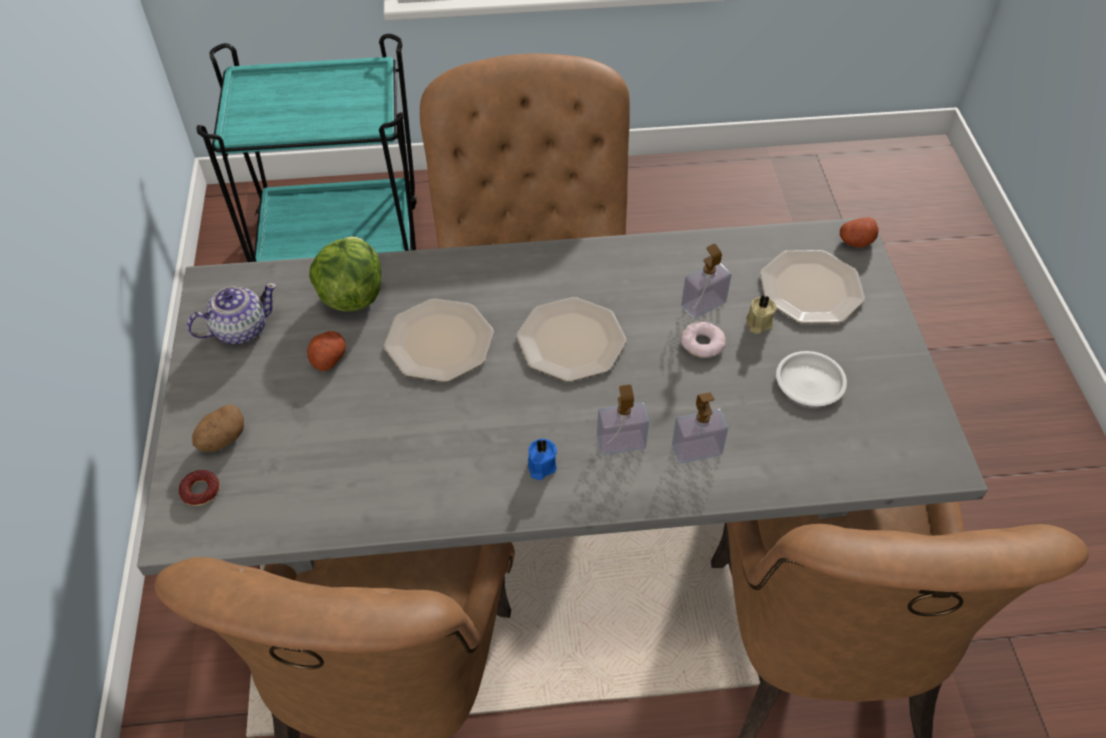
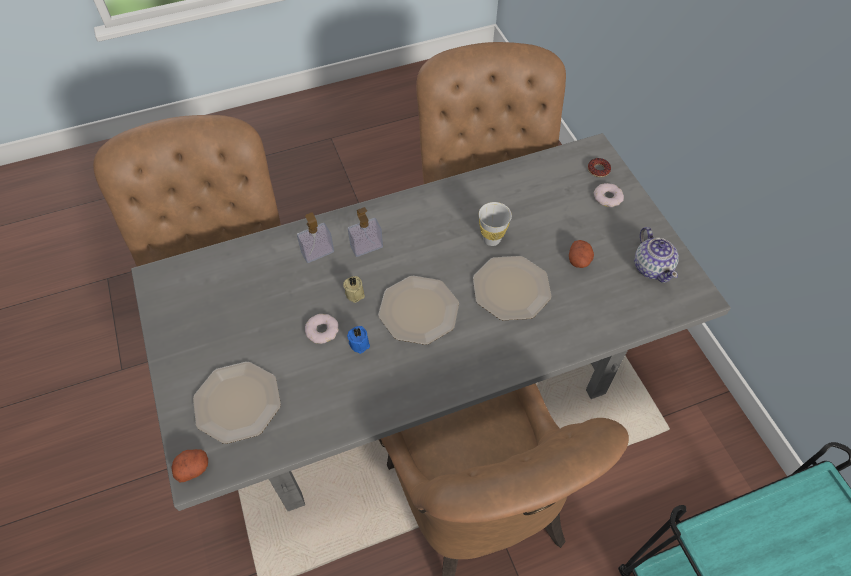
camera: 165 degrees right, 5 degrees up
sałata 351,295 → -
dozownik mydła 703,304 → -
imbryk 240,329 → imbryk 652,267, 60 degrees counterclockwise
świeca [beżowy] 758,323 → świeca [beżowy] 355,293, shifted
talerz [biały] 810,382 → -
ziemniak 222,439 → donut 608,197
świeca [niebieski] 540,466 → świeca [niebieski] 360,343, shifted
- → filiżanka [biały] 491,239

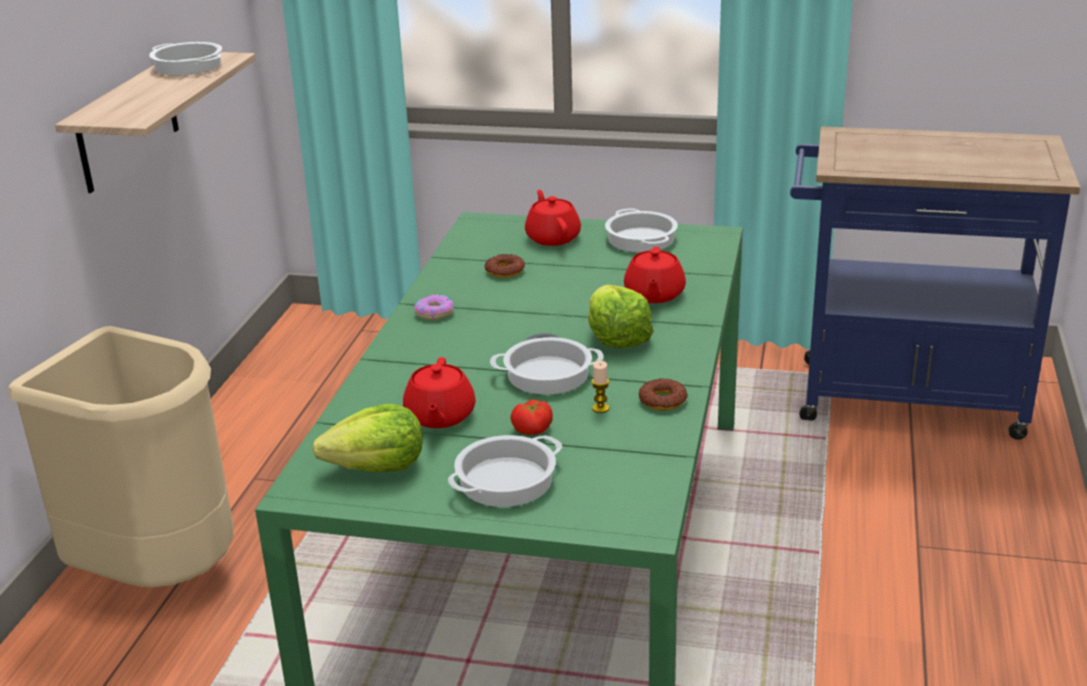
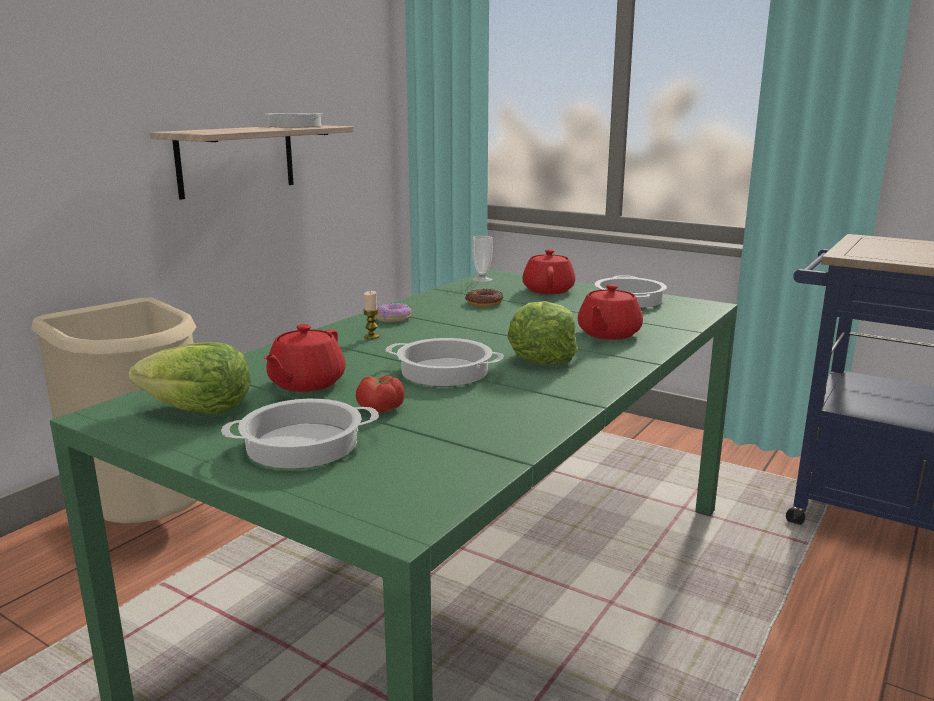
camera: 20 degrees right, 10 degrees down
świeca 600,408 → świeca 371,336, shifted
donut 662,400 → -
- → filiżanka 482,279

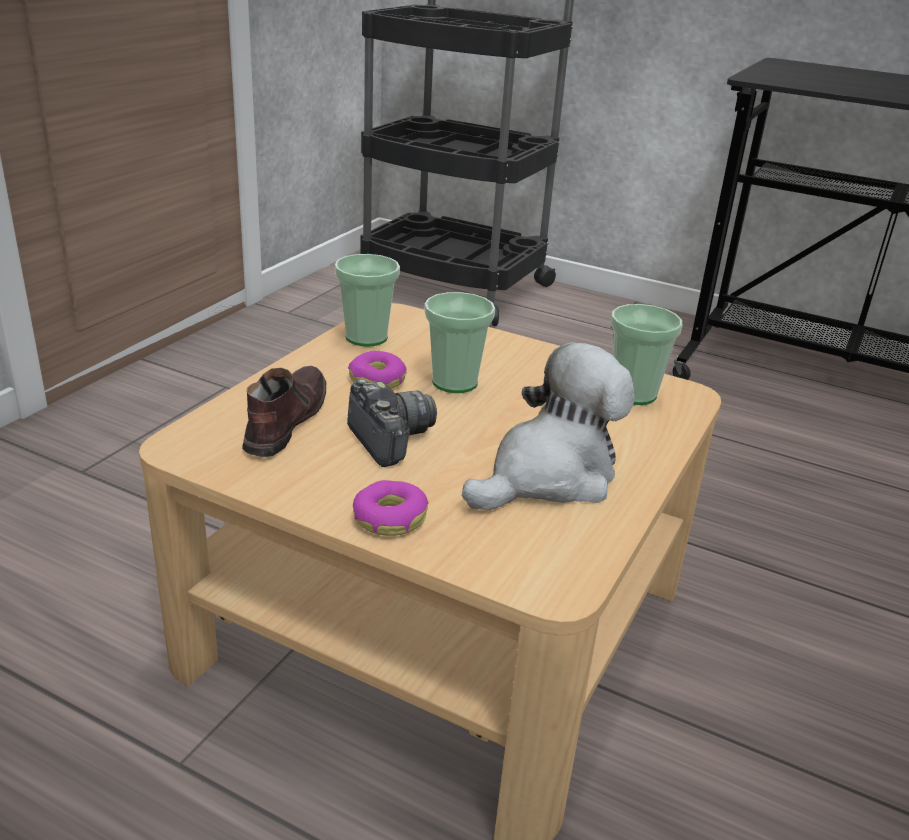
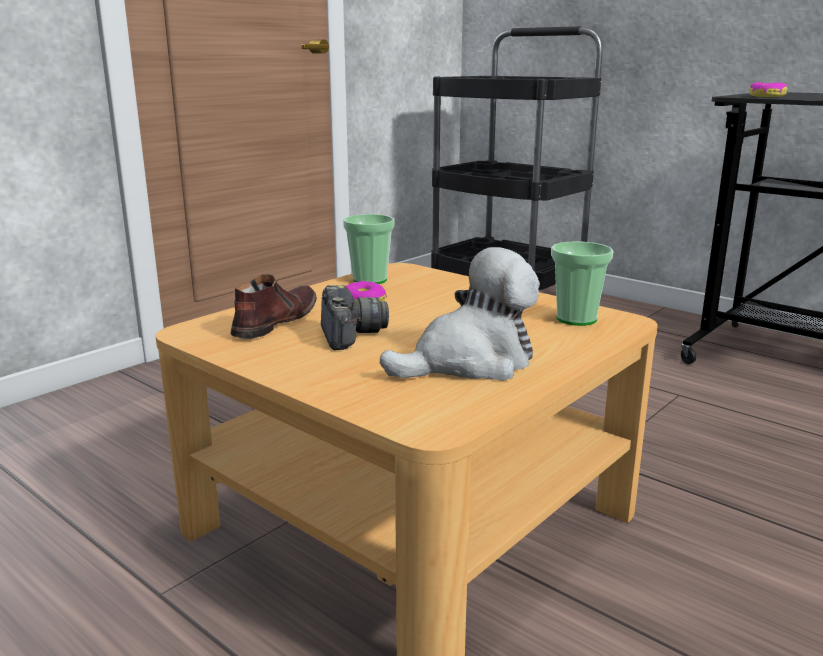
camera: 15 degrees right, 10 degrees down
filiżanka 454,382 → -
donut 389,518 → donut 766,96, shifted

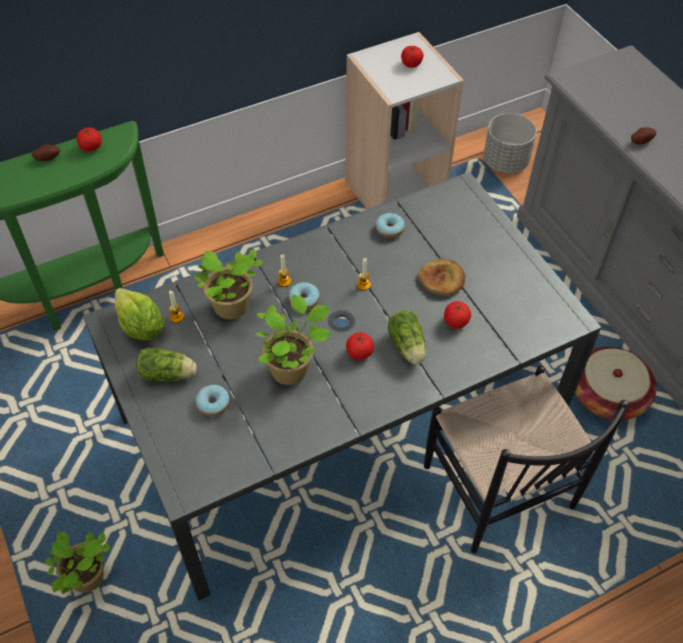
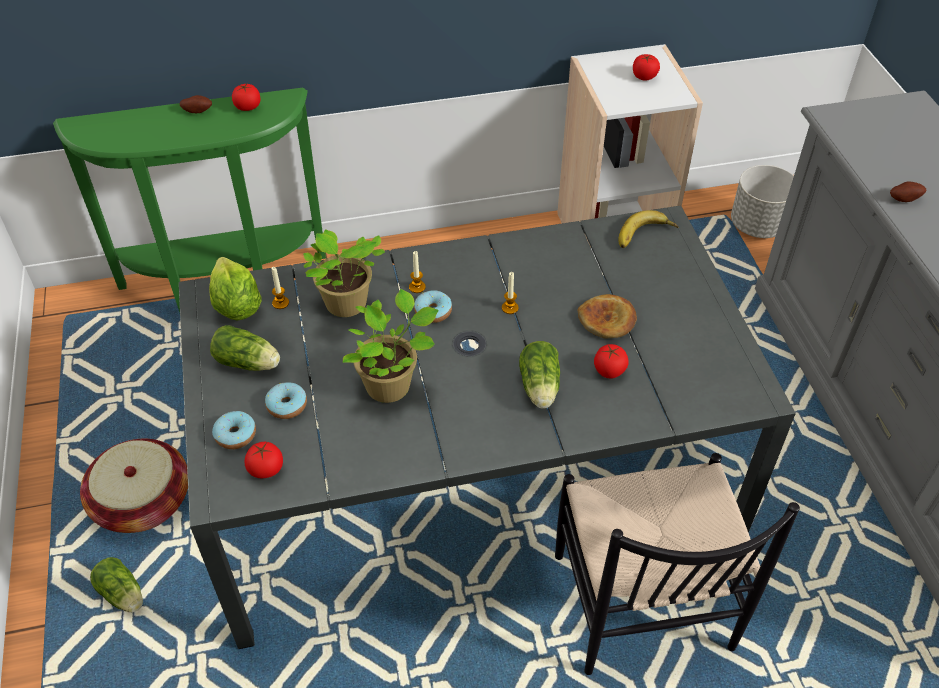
camera: 15 degrees right, 5 degrees down
donut 389,229 → donut 235,435, shifted
pomidor 359,352 → pomidor 266,469, shifted
koszyk 607,396 → koszyk 143,502, shifted
roślina doniczkowa 87,580 → sałata 123,595
- → banan 645,236

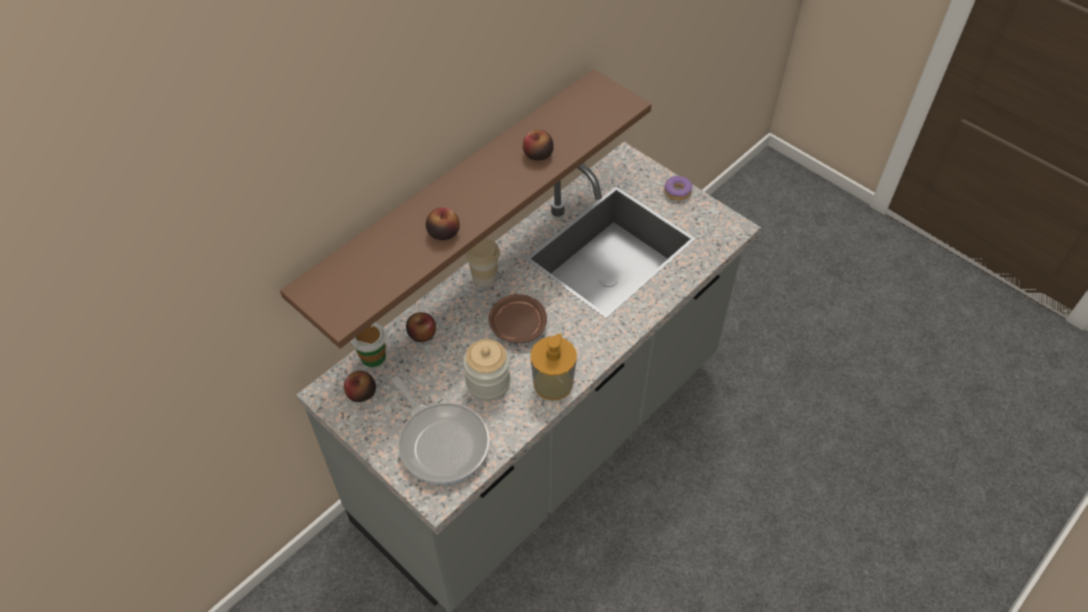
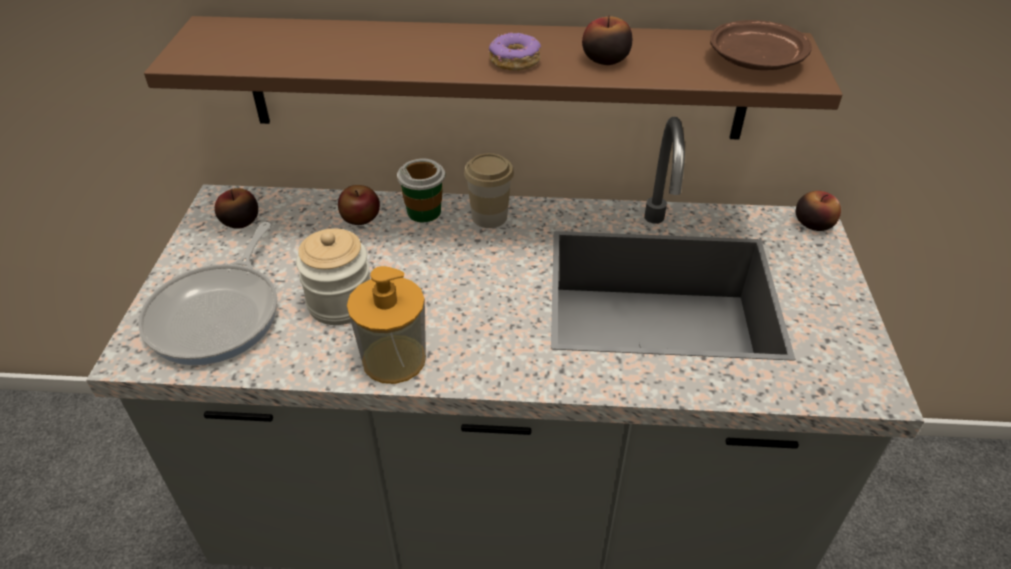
camera: 50 degrees right, 10 degrees down
donut 677,192 → donut 514,61, shifted
jabłko 443,232 → jabłko 813,223, shifted
talerz [brązowy] 517,324 → talerz [brązowy] 755,61, shifted
filiżanka 373,356 → filiżanka 424,212, shifted

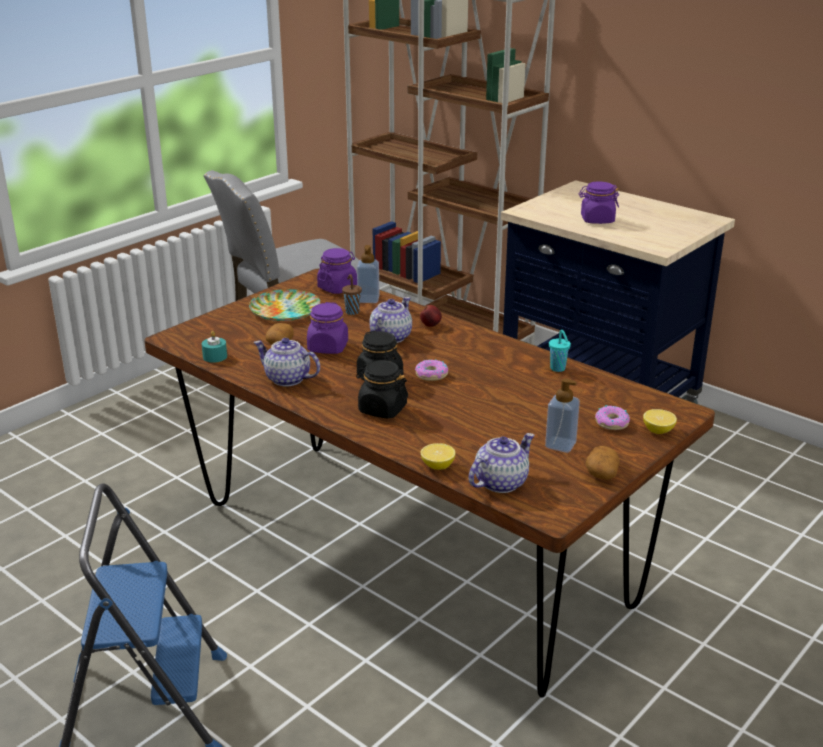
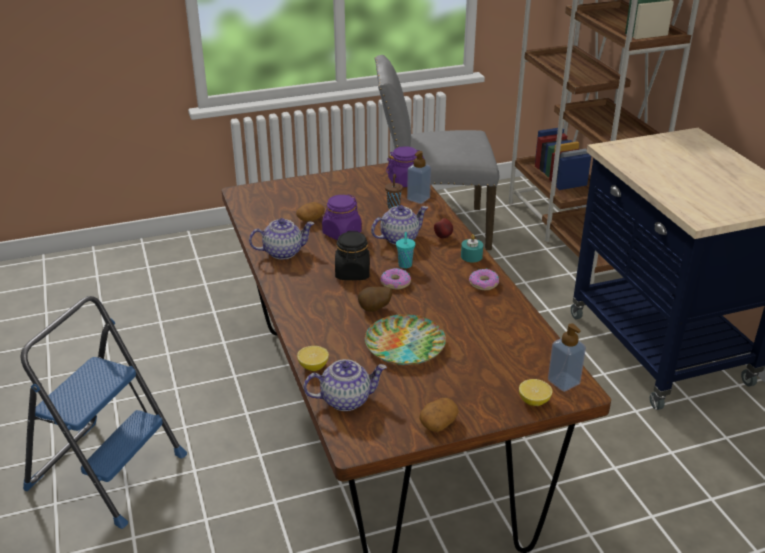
camera: 30 degrees right, 5 degrees up
słoik [fioletowy] 597,220 → -
talerz 285,310 → talerz 405,345, shifted
filiżanka [turkusowy] 558,369 → filiżanka [turkusowy] 405,265, shifted
świeca [turkusowy] 215,356 → świeca [turkusowy] 471,256, shifted
imbryk 287,379 → imbryk 283,252, 105 degrees clockwise
słoik [czarny] 382,409 → -
dozownik mydła 560,445 → dozownik mydła 563,382, shifted
donut 612,423 → donut 484,284, shifted
- → ziemniak 375,310

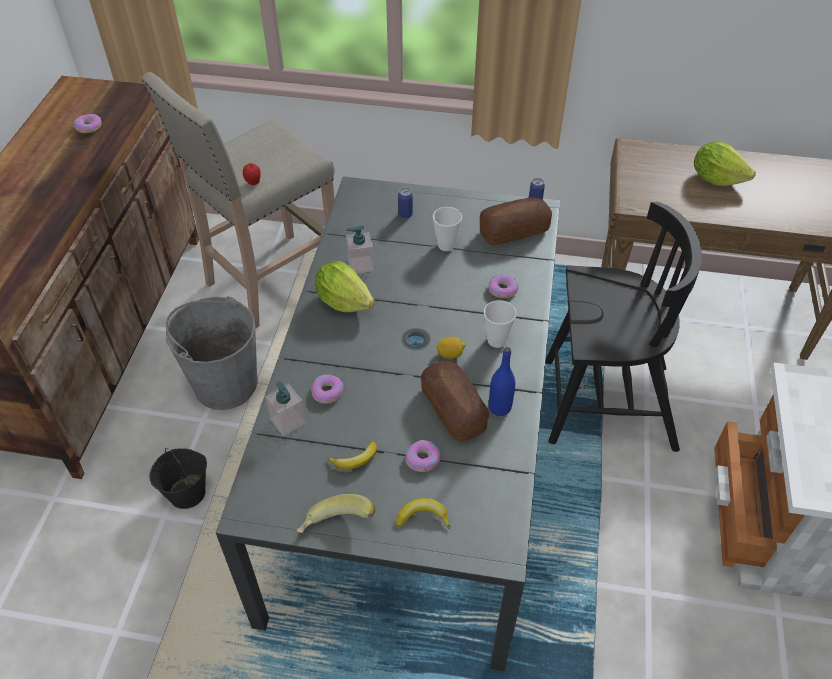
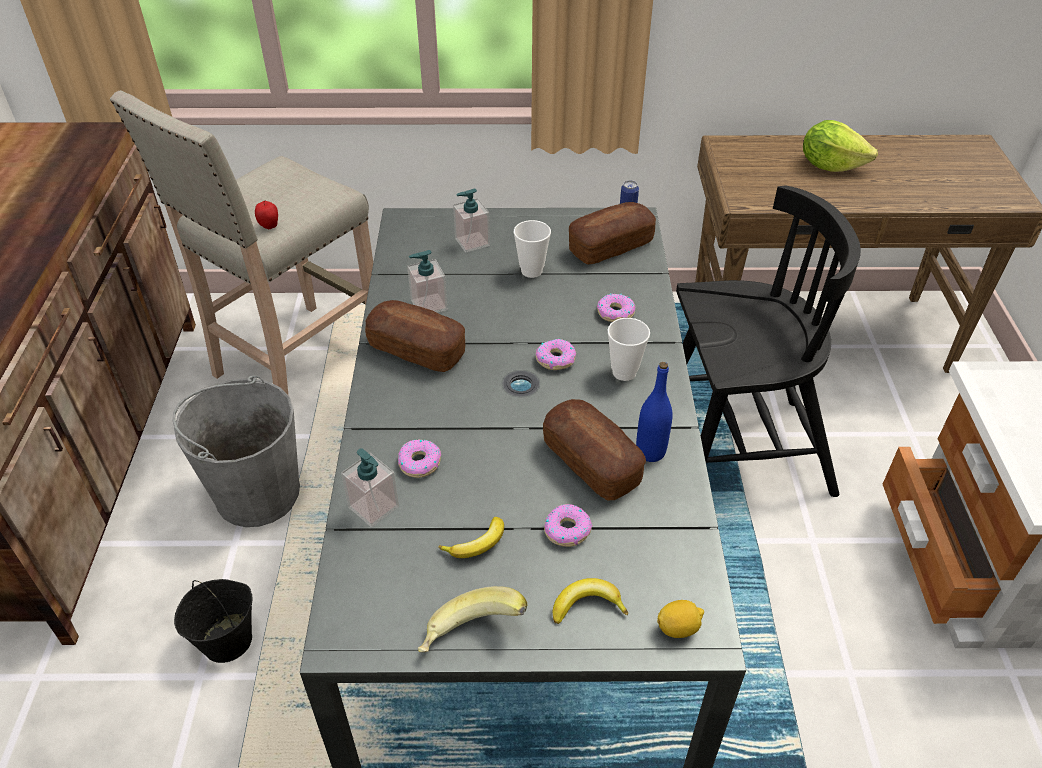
camera: 10 degrees left, 5 degrees down
donut 89,127 → donut 555,359, shifted
puszka 405,214 → dozownik mydła 472,242
sałata 344,301 → chleb 417,349
cytryna 450,354 → cytryna 678,628, shifted

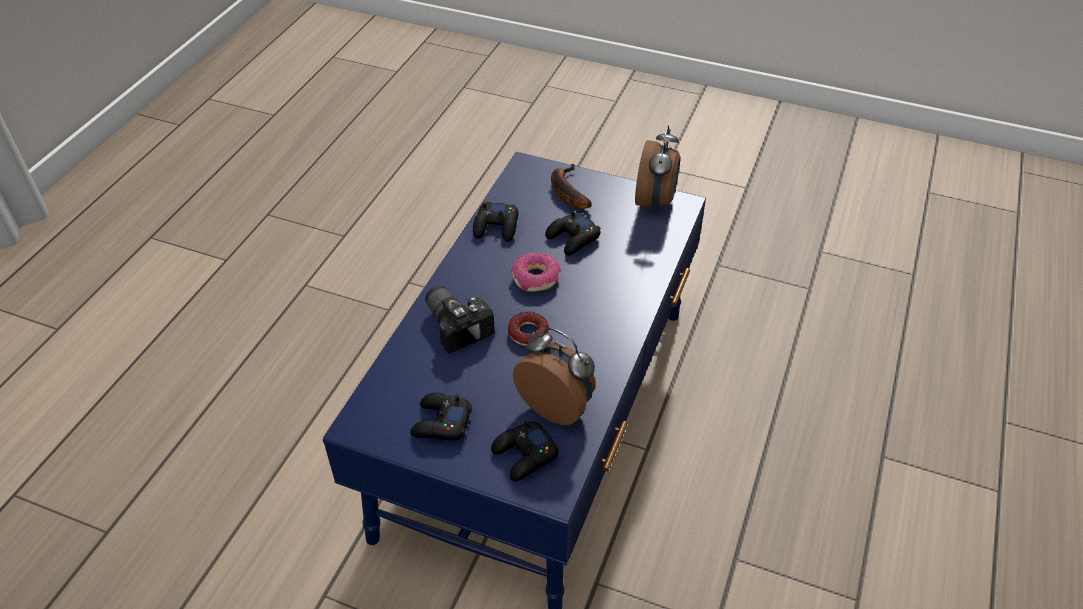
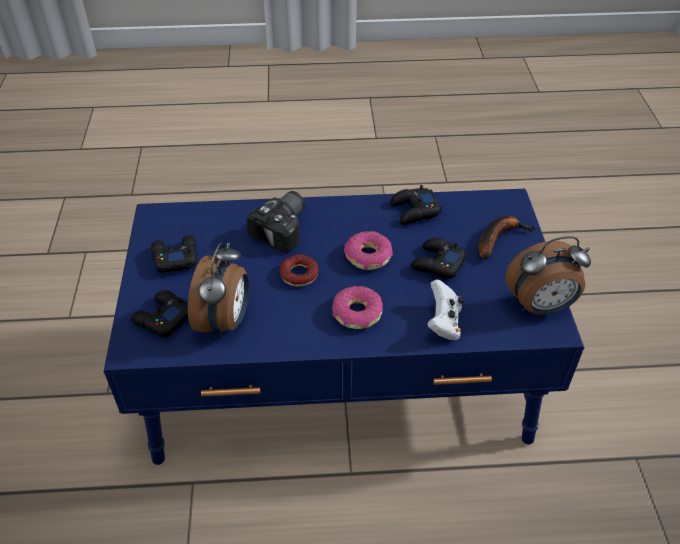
camera: 65 degrees right, 0 degrees up
- → pad do gier [biały] 443,323
- → donut 357,313

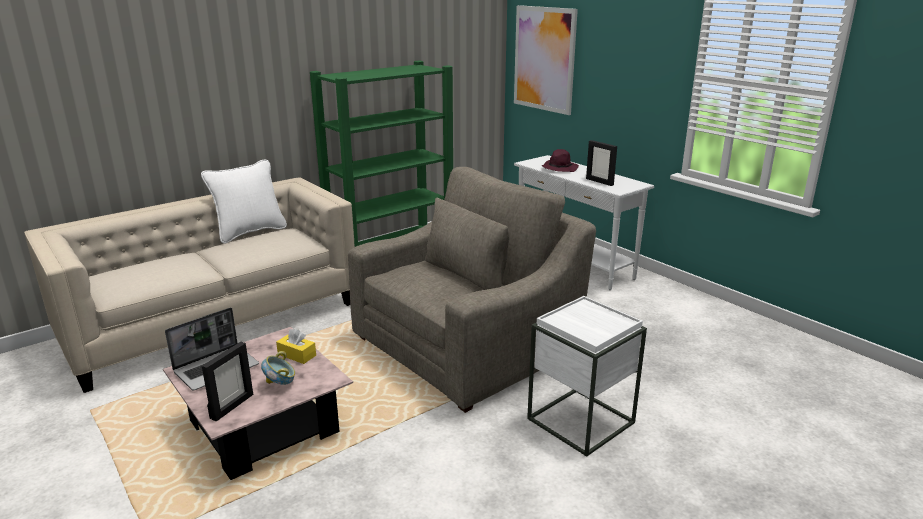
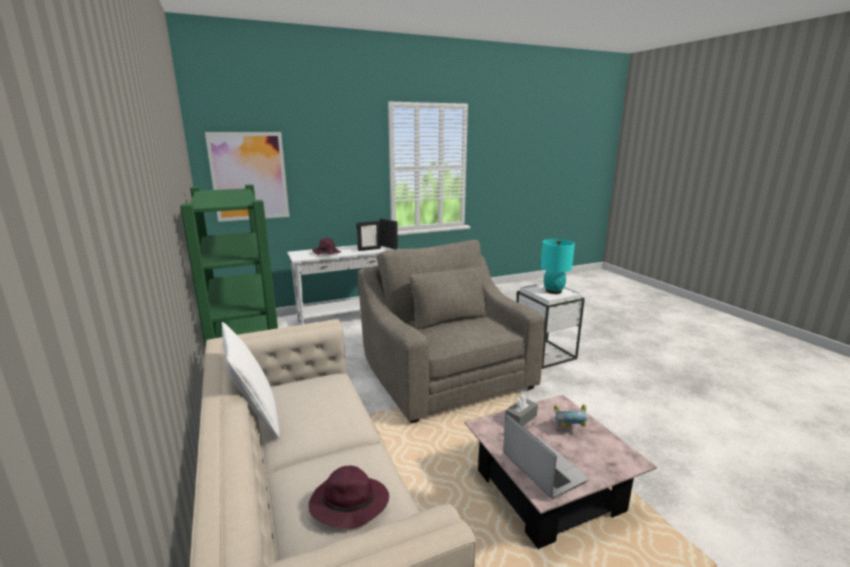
camera: 75 degrees left, 5 degrees down
pudełko chusteczek [żółty] 297,355 → pudełko chusteczek [szary] 521,418
ramka na zdjęcie 232,406 → ramka na zdjęcie 388,247, shifted
- → lampa stołowa [turkusowy] 553,291
- → kapelusz [fioletowy] 348,504

